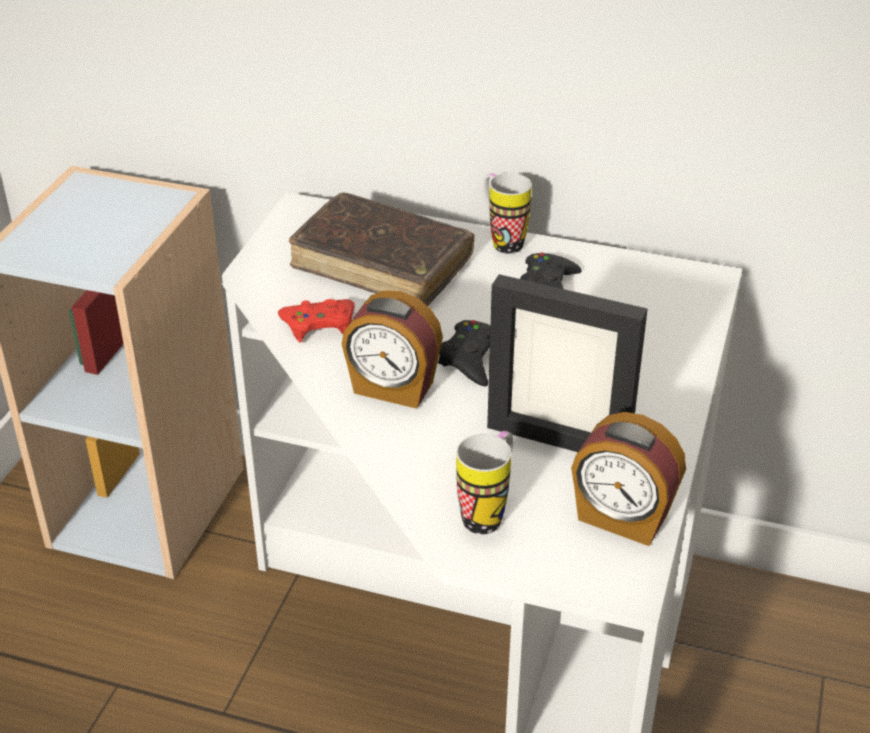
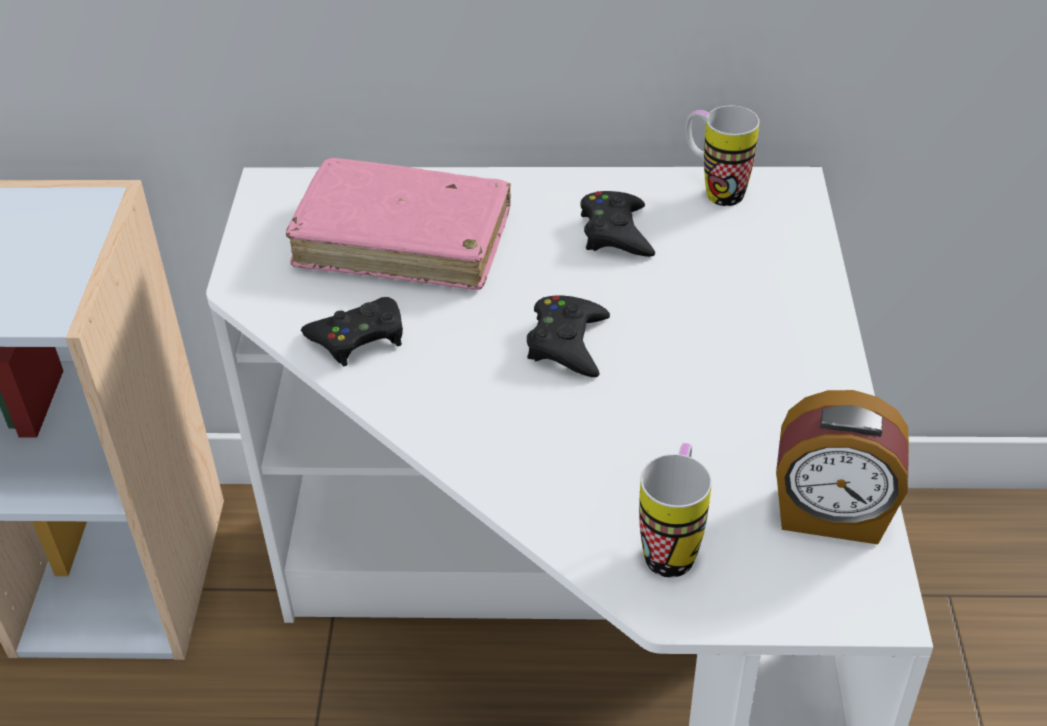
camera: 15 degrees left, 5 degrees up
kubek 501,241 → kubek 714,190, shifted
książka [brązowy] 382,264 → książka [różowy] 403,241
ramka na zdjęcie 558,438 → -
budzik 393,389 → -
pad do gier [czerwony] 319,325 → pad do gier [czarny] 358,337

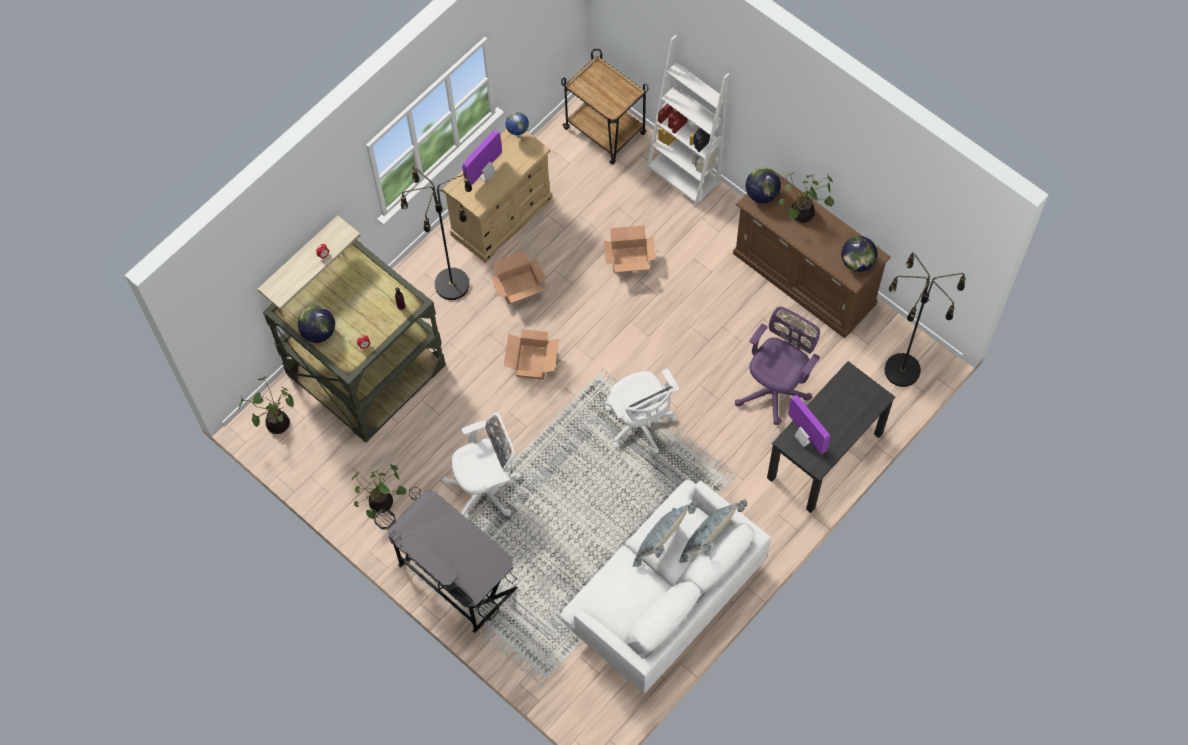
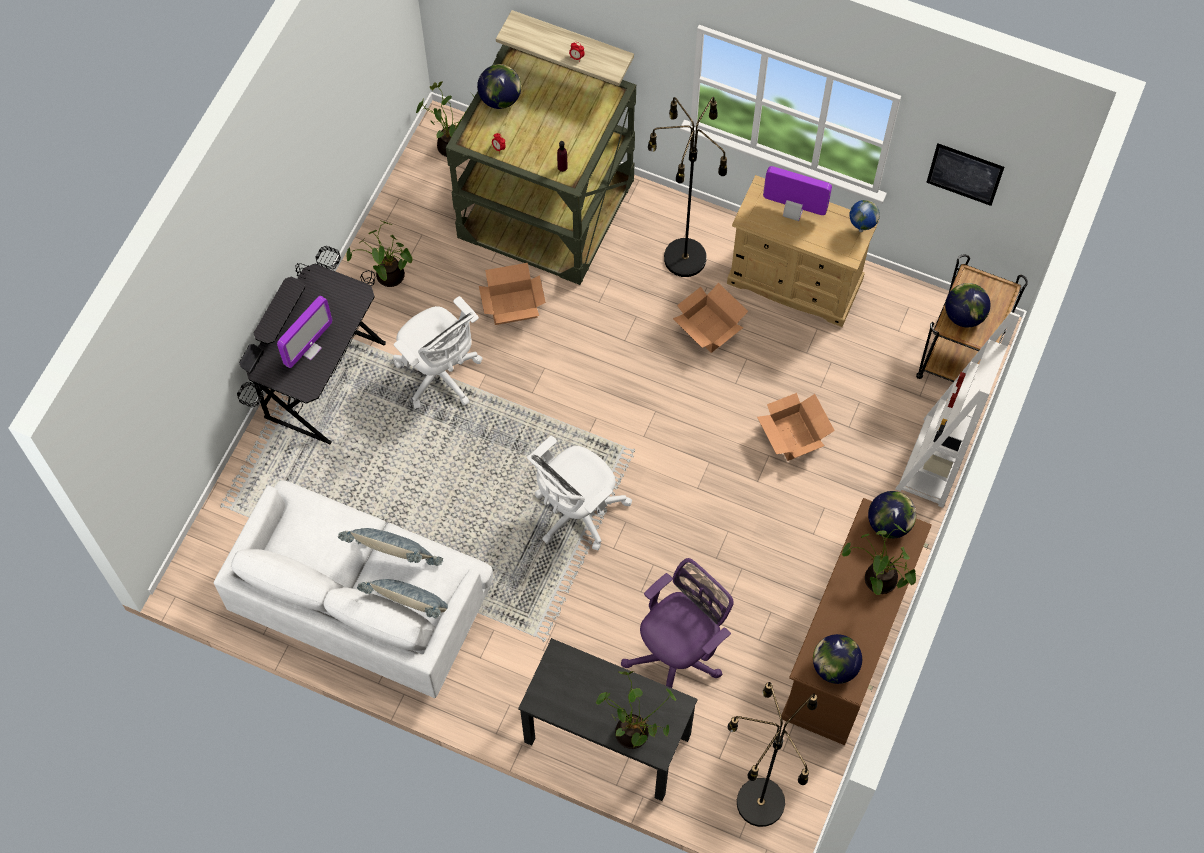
camera: 70 degrees right, 0 degrees up
krzesło biurowe [fioletowy] 775,389 → krzesło biurowe [fioletowy] 678,654, 60 degrees counterclockwise
karton 533,362 → karton 513,307, shifted
monitor 804,438 → monitor 309,349, shifted
- → obraz 965,174
- → globus 964,315
- → roślina doniczkowa 634,731

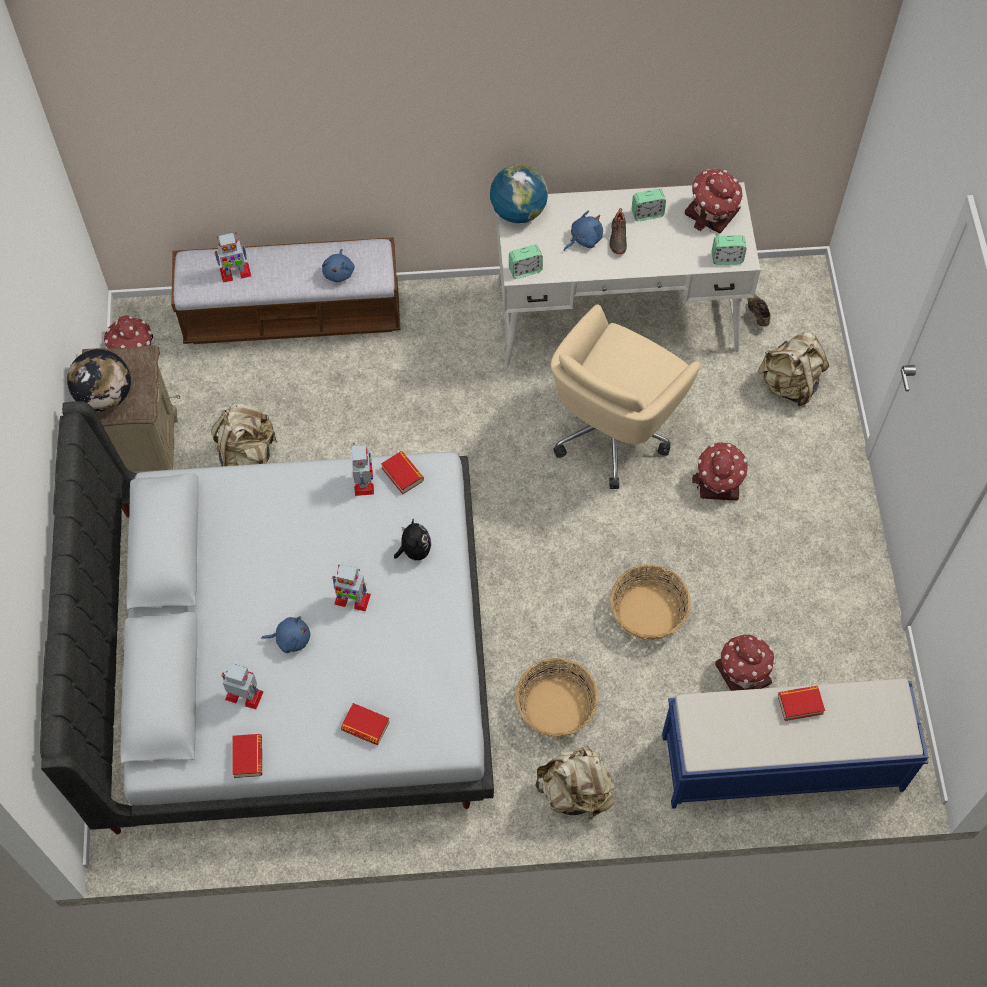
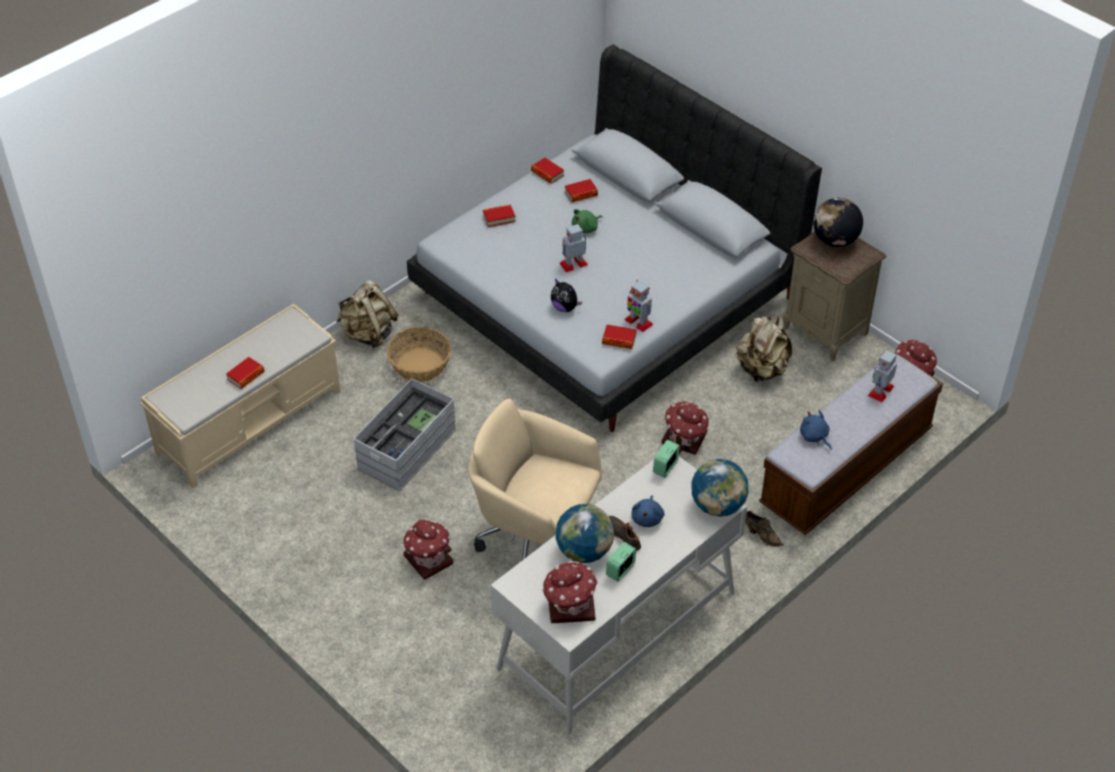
camera: 140 degrees right, 15 degrees down
budzik 727,258 → -
but [brązowy] 757,315 → but [brązowy] 761,535, shifted
krzesło biurowe [beżowy] 614,433 → krzesło biurowe [beżowy] 535,542, 60 degrees counterclockwise
plecak [beżowy] 789,384 → -
koszyk 648,611 → pojemnik do przechowywania [szary] 407,449
pluszak [niebieski] 291,639 → pluszak [zielony] 586,228
domek 742,672 → domek 685,439, shifted
robot zabawkowy 245,695 → książka 581,194
ławka [niebieski] 779,762 → ławka [beżowy] 250,421
- → globus 584,551

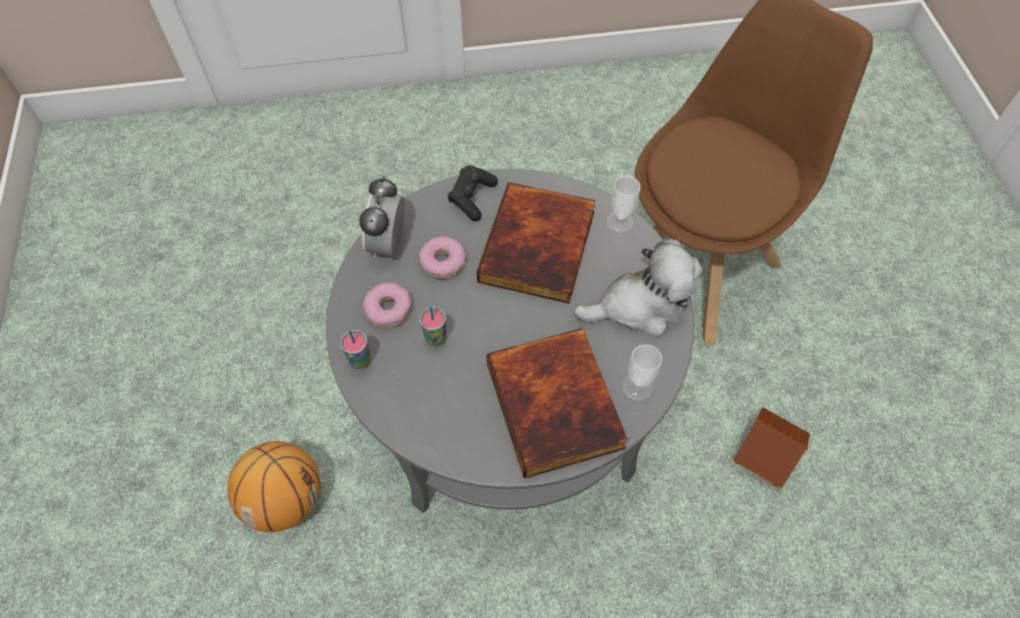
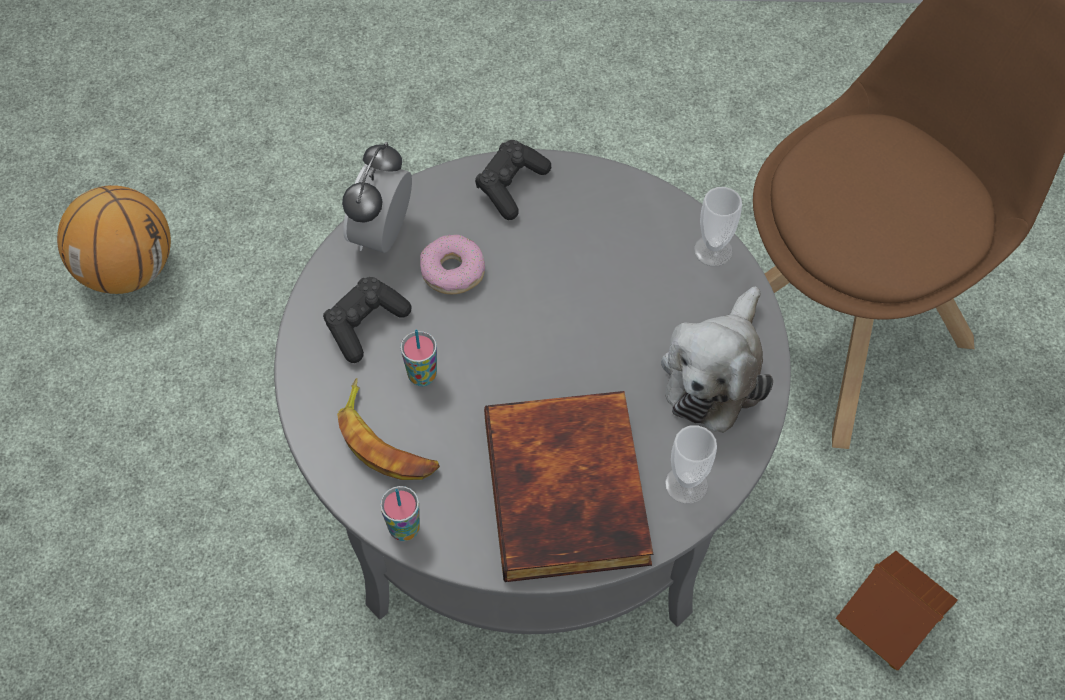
camera: 10 degrees right, 0 degrees up
książka 539,247 → -
pluszak 640,306 → pluszak 715,373, 120 degrees clockwise
donut 388,309 → pad do gier [czarny] 365,325
filiżanka 360,361 → filiżanka 404,529, shifted
piłka do koszykówki 285,499 → piłka do koszykówki 128,270, shifted
- → banan 386,440

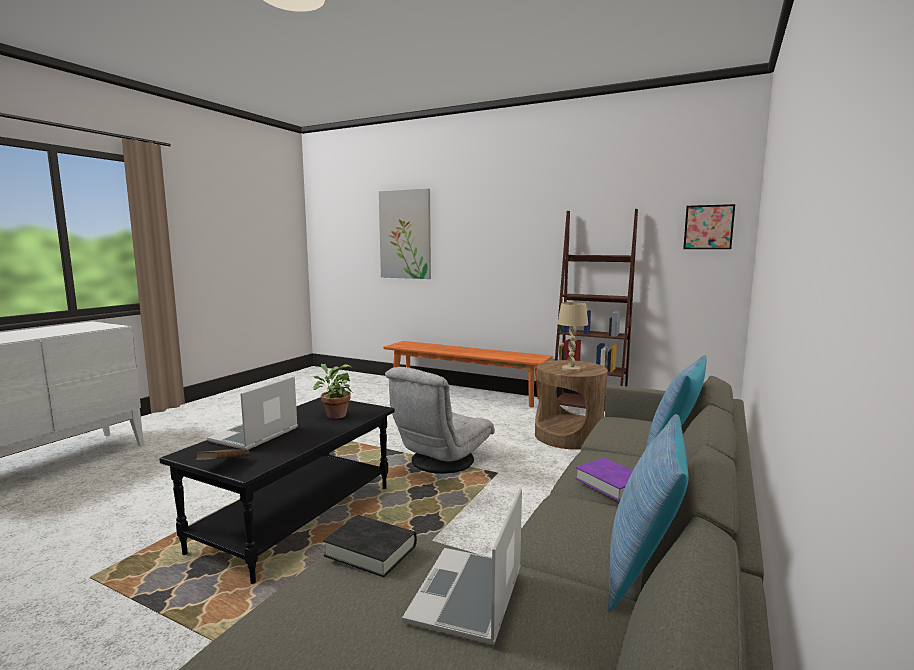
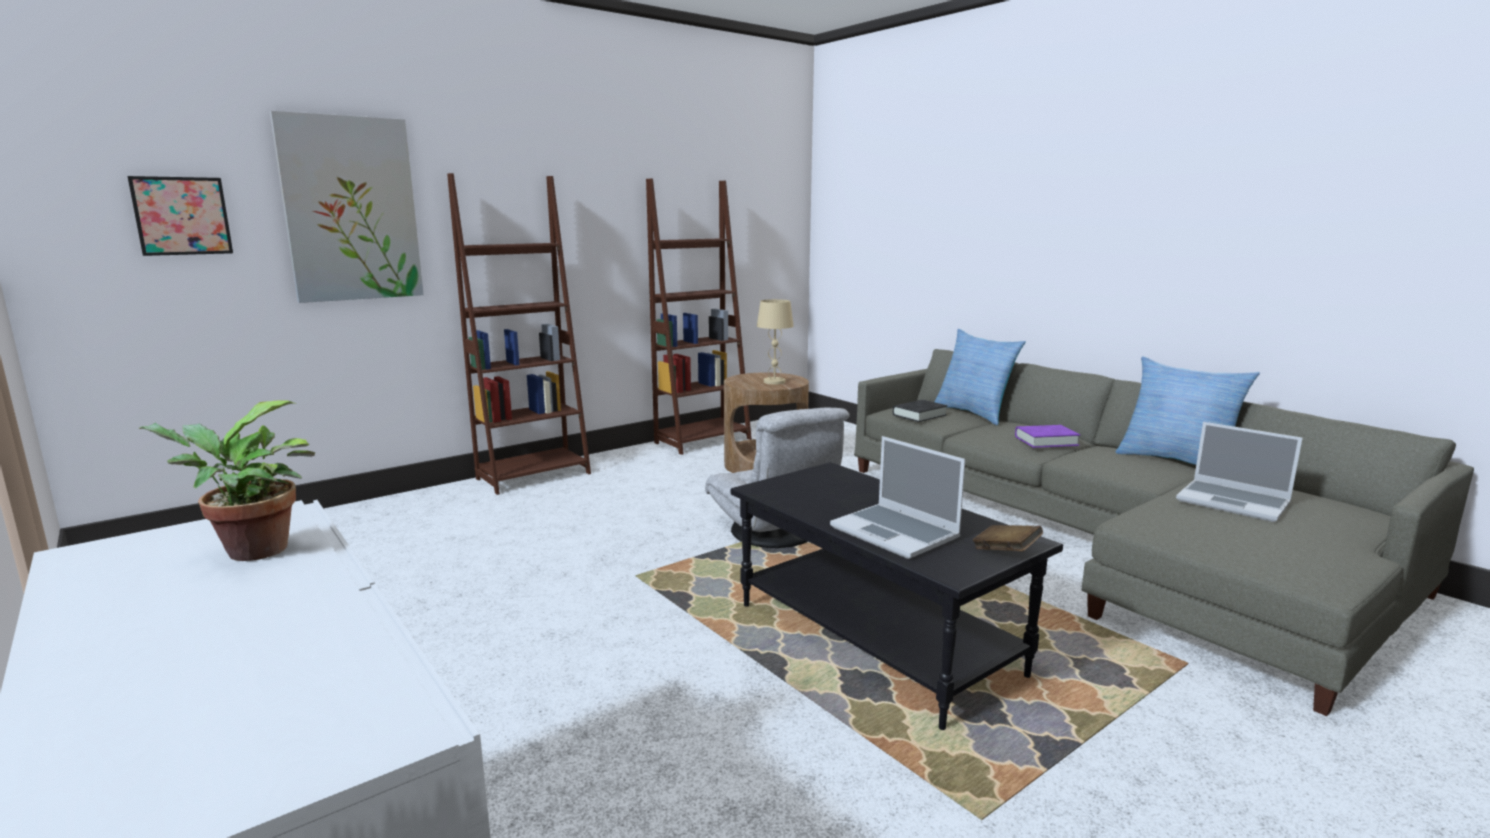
camera: 65 degrees left, 5 degrees up
obraz 708,227 → obraz 182,216, shifted
ławka [pomarańczowy] 464,392 → regał [brązowy] 533,476
roślina doniczkowa 334,415 → roślina doniczkowa 249,552, shifted
książka [czarny] 371,551 → książka [czarny] 919,415, shifted

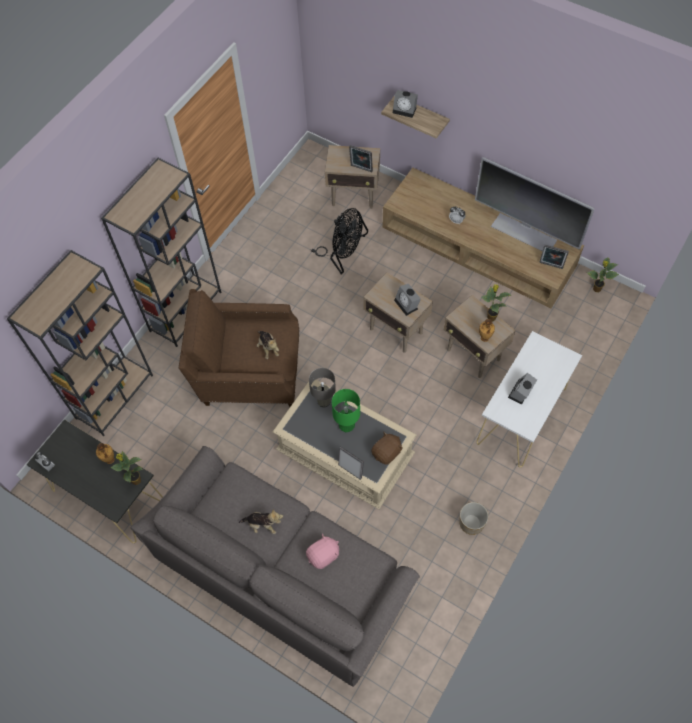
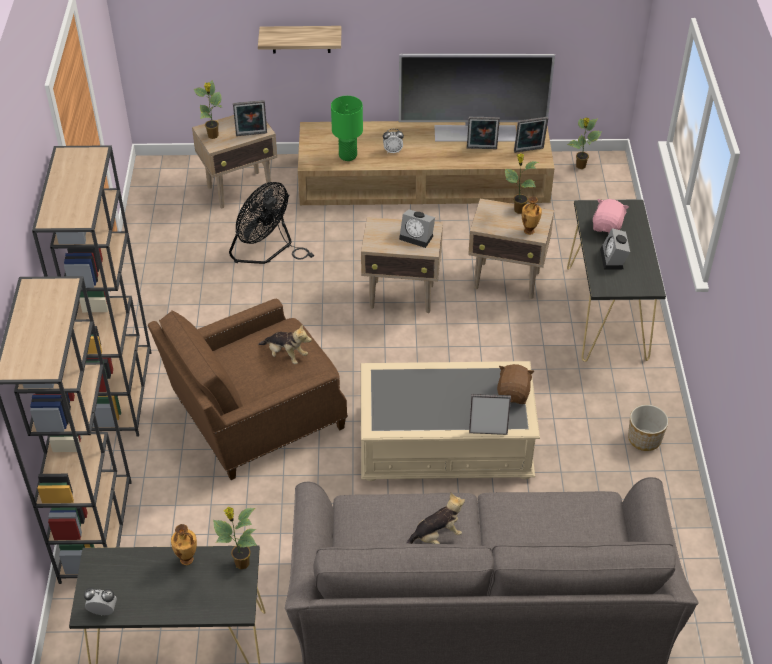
camera: 35 degrees left, 15 degrees down
budzik 405,110 → -
wentylator [czarny] 342,252 → wentylator [czarny] 272,248, 135 degrees counterclockwise
stolik konsolowy [biały] 521,416 → stolik konsolowy [czarny] 606,313
lampa stołowa [szary] 324,402 → -
lampa stołowa [zielony] 346,426 → lampa stołowa [zielony] 347,157, shifted
pluszak [różowy] 323,555 → pluszak [różowy] 607,227, shifted
- → roślina doniczkowa 213,136
- → ramka na zdjęcie 481,149

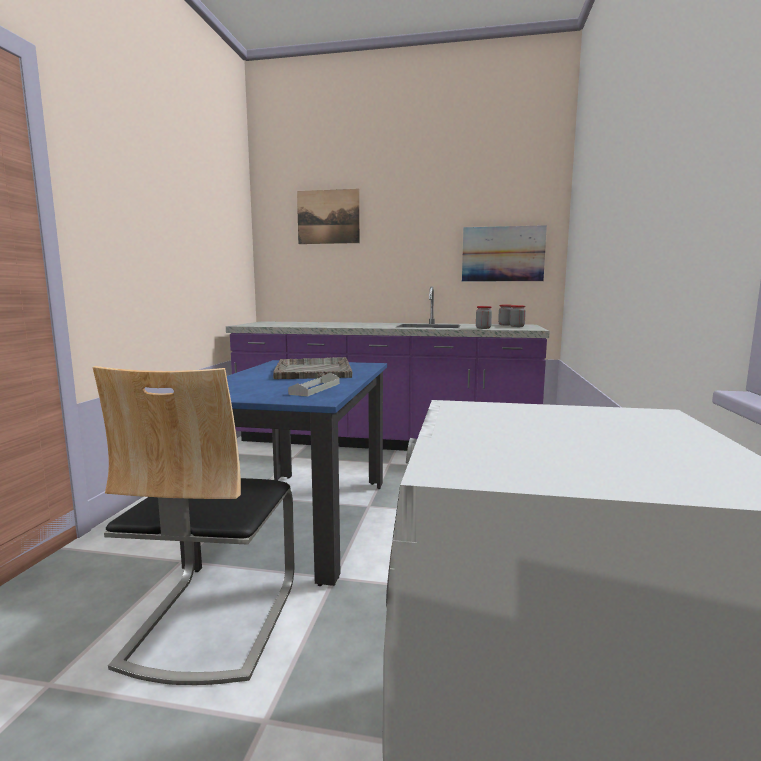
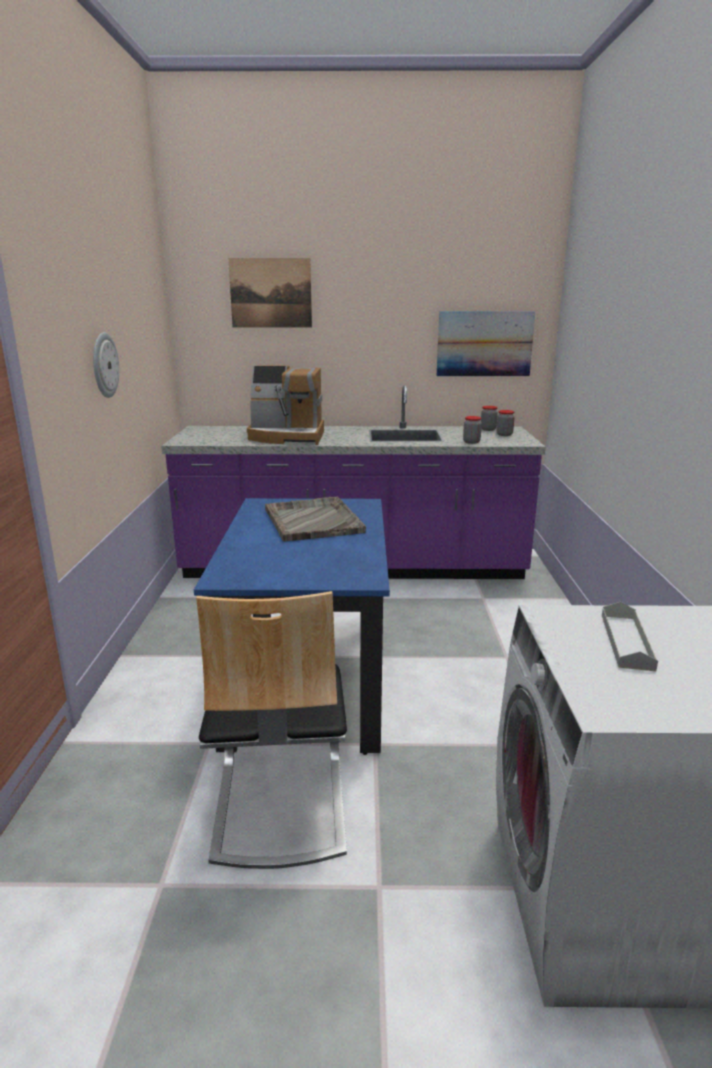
camera: 10 degrees left, 10 degrees up
taca [szary] 315,389 → taca [szary] 626,641, shifted
- → zegar ścienny 104,365
- → ekspres do kawy 287,437

